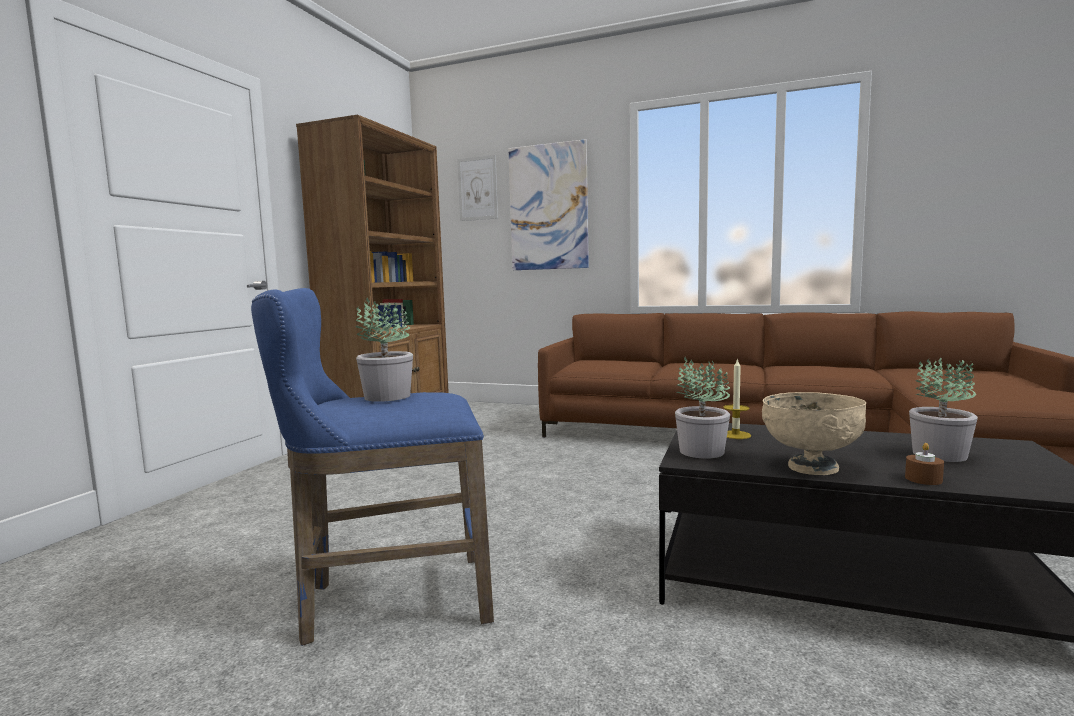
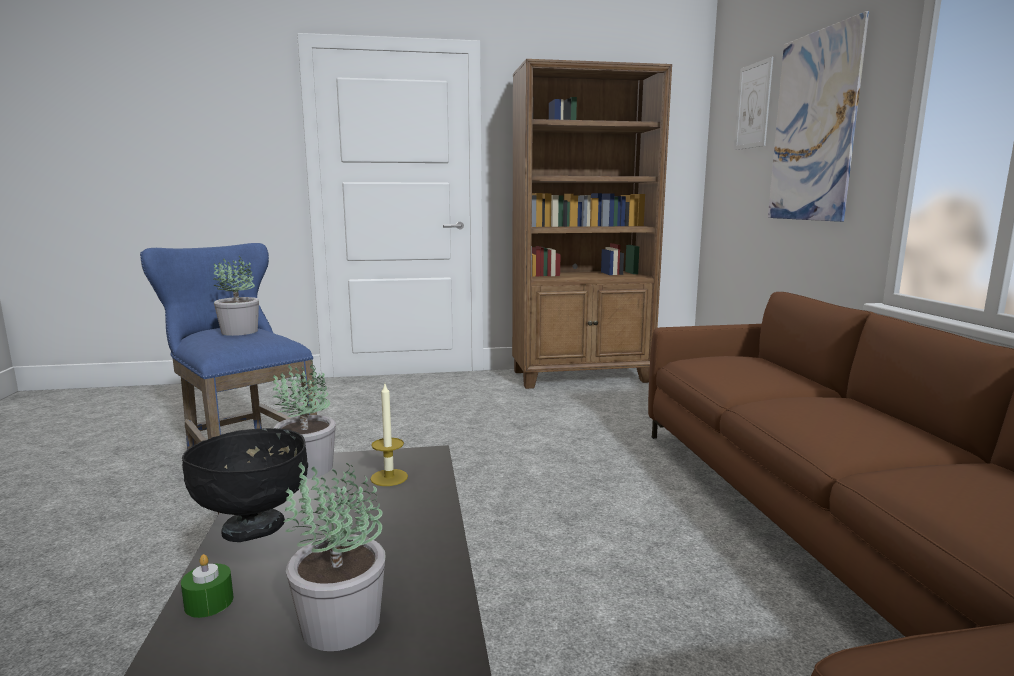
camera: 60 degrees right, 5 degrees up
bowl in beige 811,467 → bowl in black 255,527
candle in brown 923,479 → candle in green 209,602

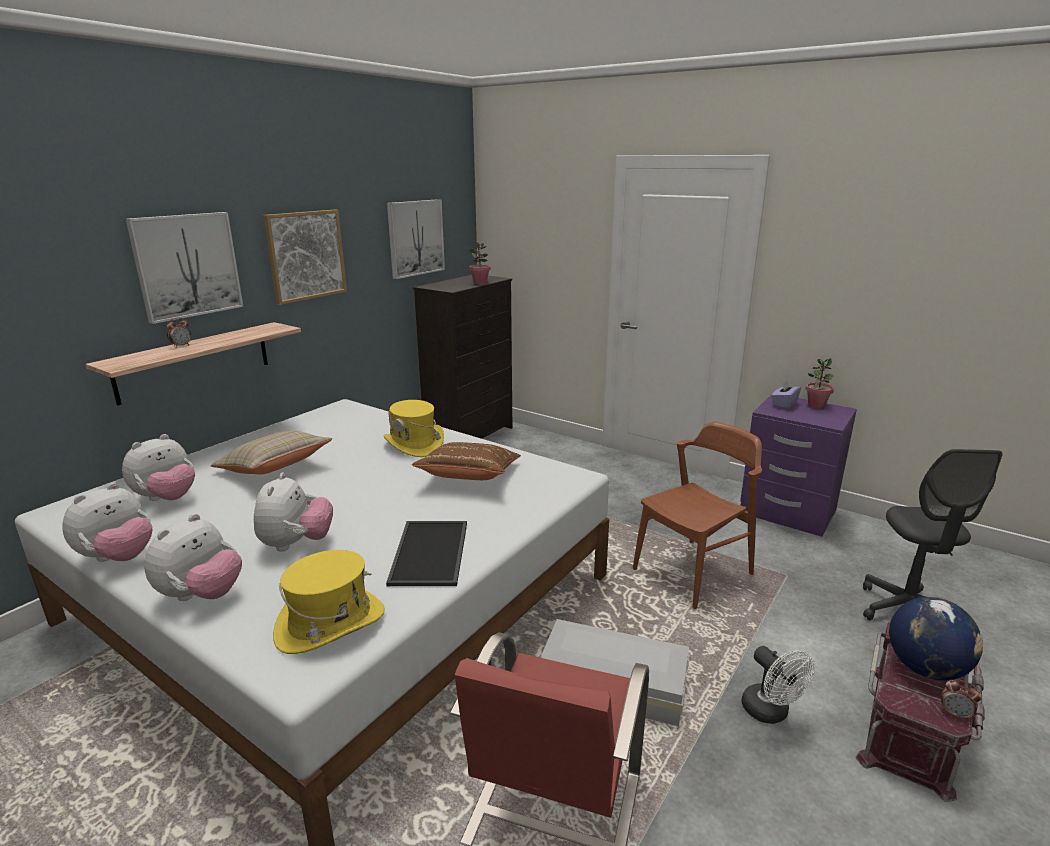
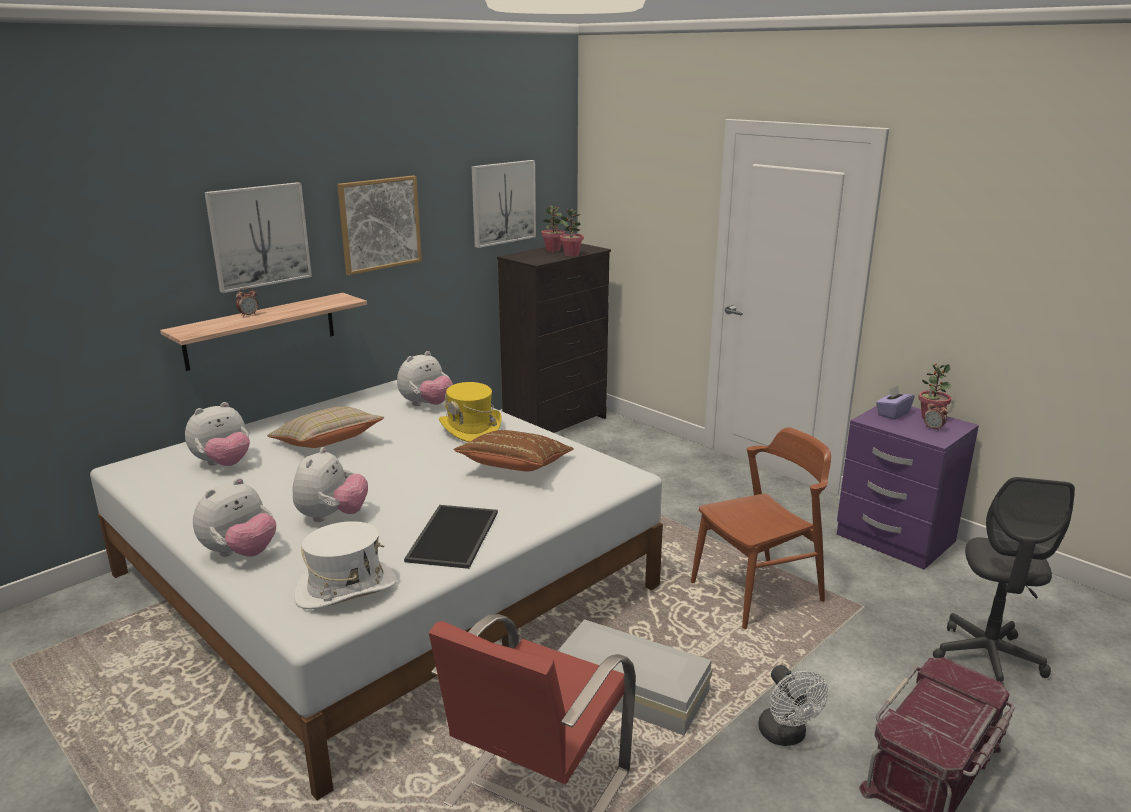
camera: 10 degrees right, 0 degrees up
plush toy 118,557 → plush toy 426,405, moved
hat in yellow 330,624 → hat in white 346,589
globe 925,668 → -
alarm clock 955,714 → alarm clock 933,428, moved
- → potted plant 553,250

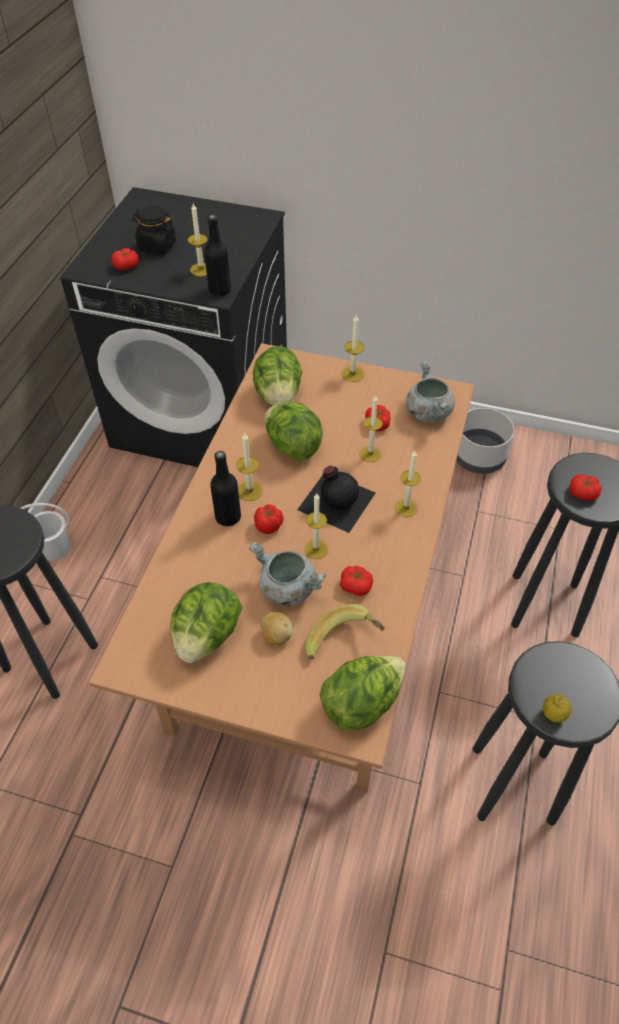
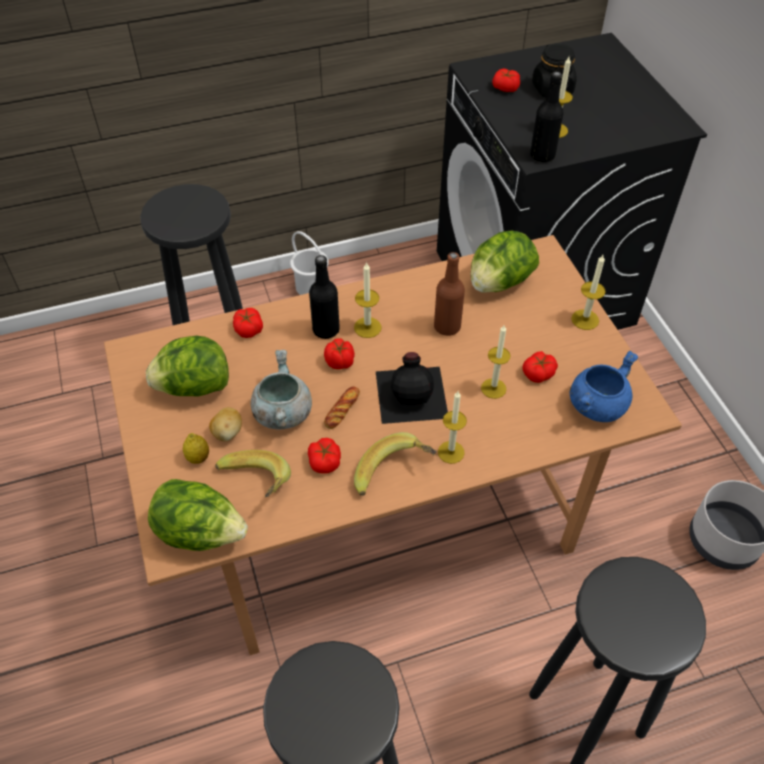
camera: 55 degrees right, 0 degrees up
lettuce 292,446 → bottle in brown 447,327
candle 316,549 → bread 342,409
cooking pot in grey 427,412 → cooking pot in blue 597,404
lemon 553,714 → lemon 198,457, moved
tomato 583,493 → tomato 248,329, moved
- → banana 394,475

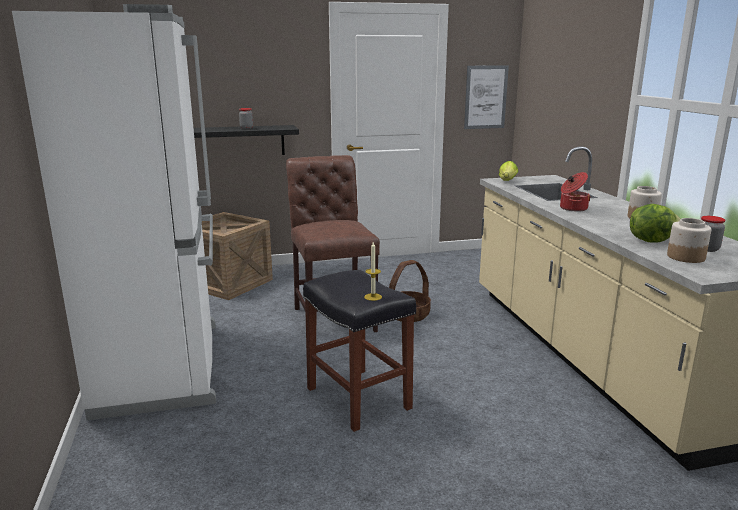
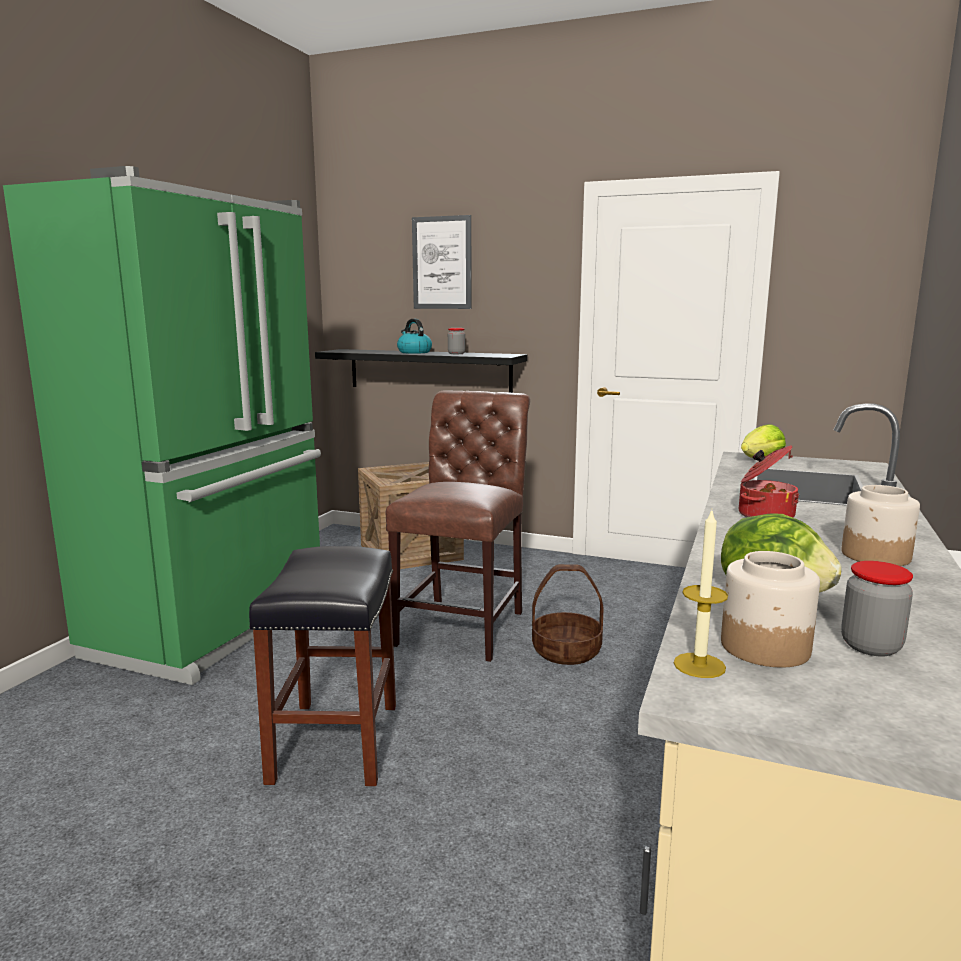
camera: 35 degrees right, 5 degrees down
fridge in white 163,366 → fridge in green 216,625
candle 373,297 → candle 699,665, moved
picture 485,97 → picture 442,263, moved
- → kettle 414,352

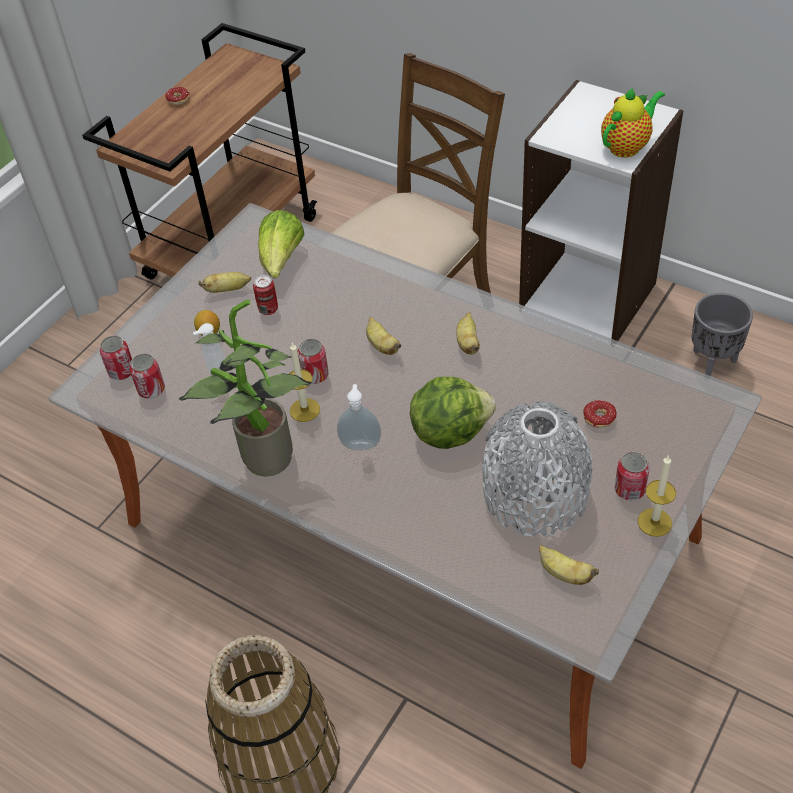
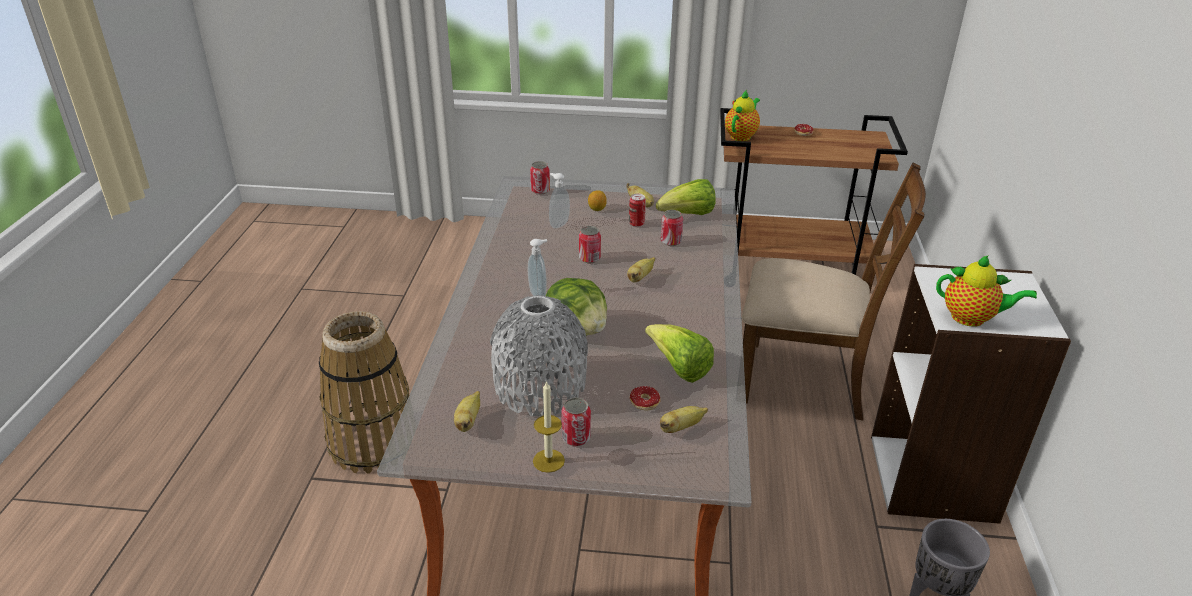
camera: 60 degrees right, 15 degrees down
can 151,390 → can 670,241, moved
potted plant 263,463 → -
candle 304,410 → -
banana 468,343 → banana 681,427, moved
- → lettuce 679,368
- → teapot 741,136

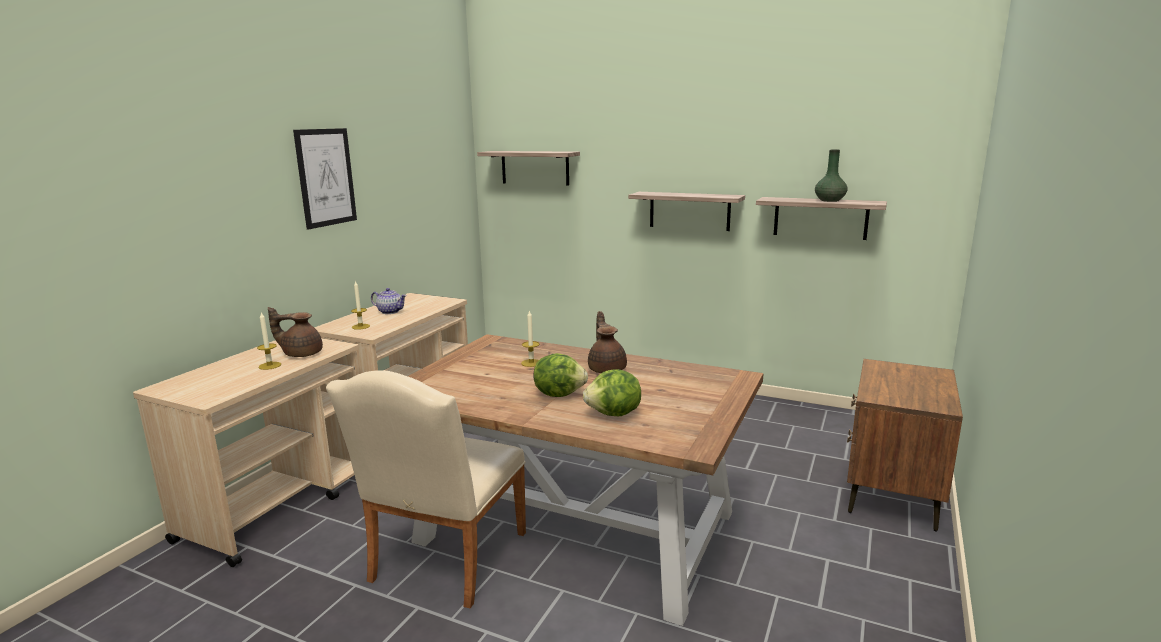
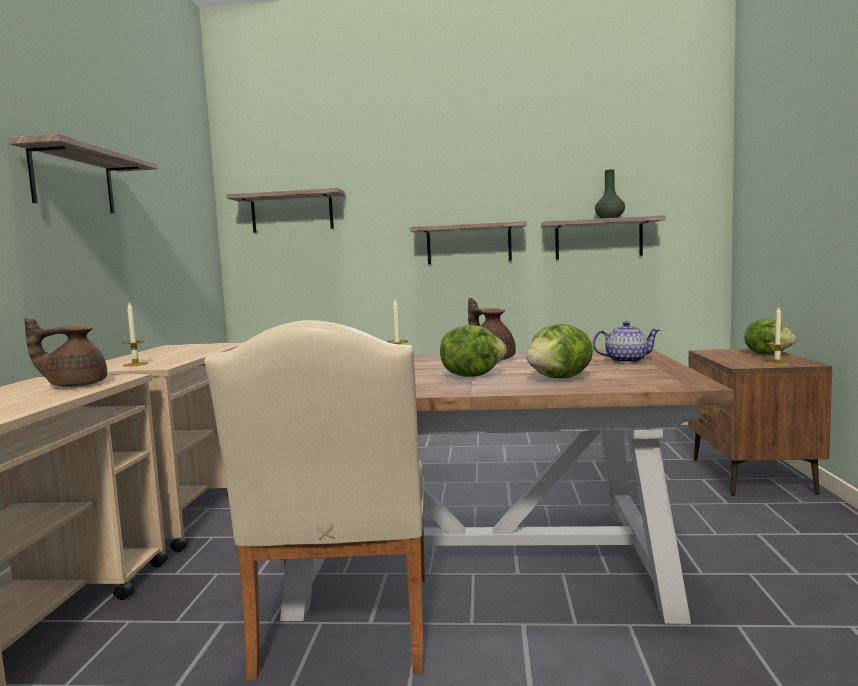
camera: 20 degrees left, 10 degrees down
candle 270,365 → candle 777,364, moved
picture 326,177 → shelf 73,181
teapot 390,311 → teapot 625,360, moved
- → lettuce 768,354

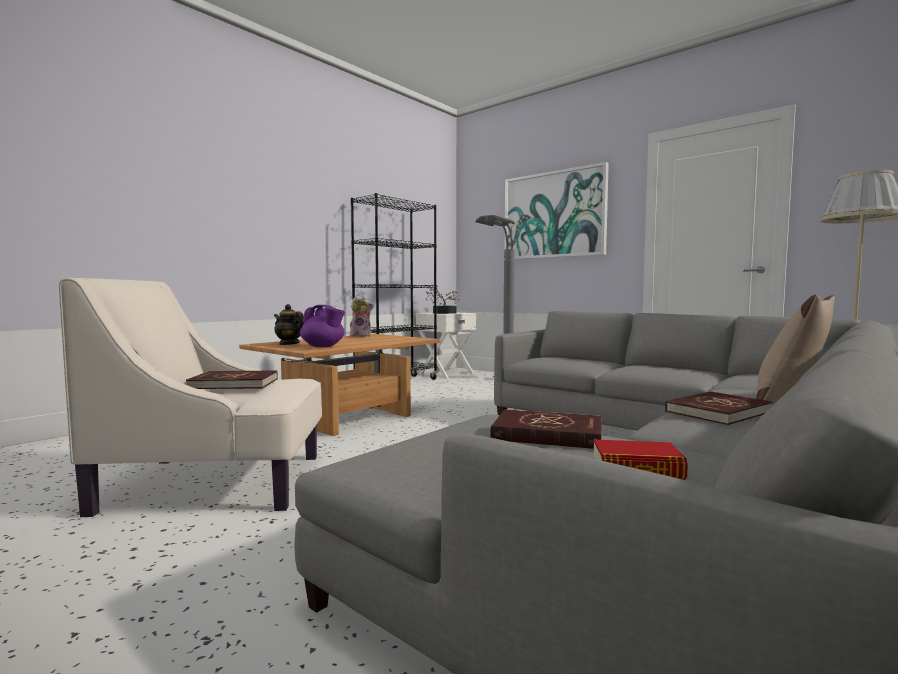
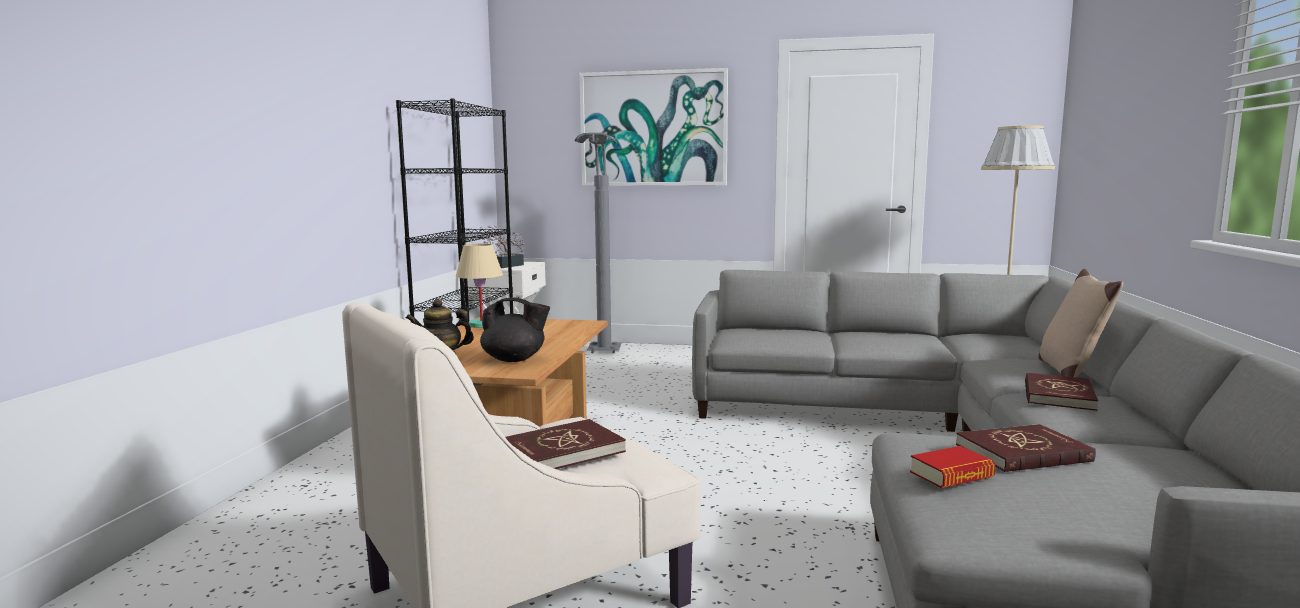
camera: 30 degrees left, 5 degrees up
teapot in purple 323,346 → teapot in black 515,359
plush toy 361,336 → table lamp in beige 481,325
book 637,469 → book 951,475, moved

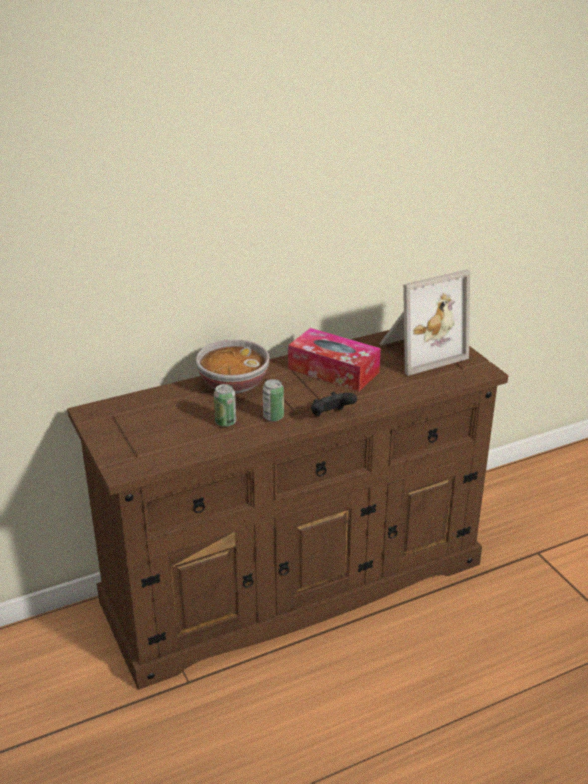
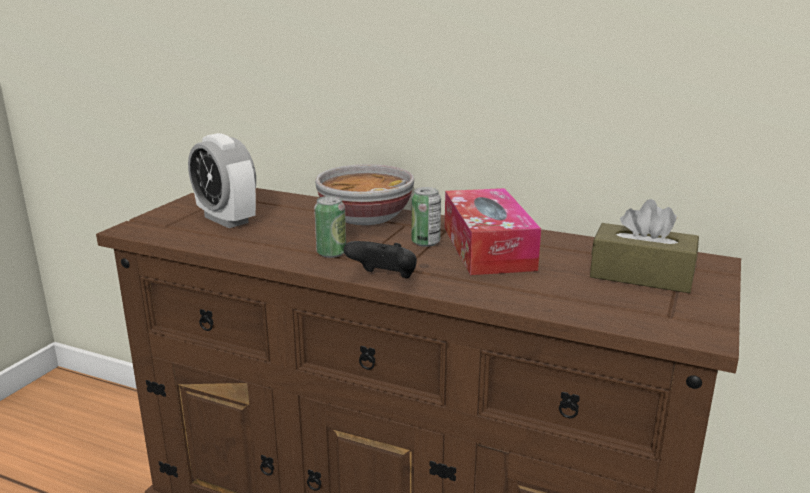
camera: 50 degrees right, 10 degrees down
can 225,422 → can 425,242, moved
picture frame 419,351 → tissue box in brown 641,275
- → alarm clock 226,219

